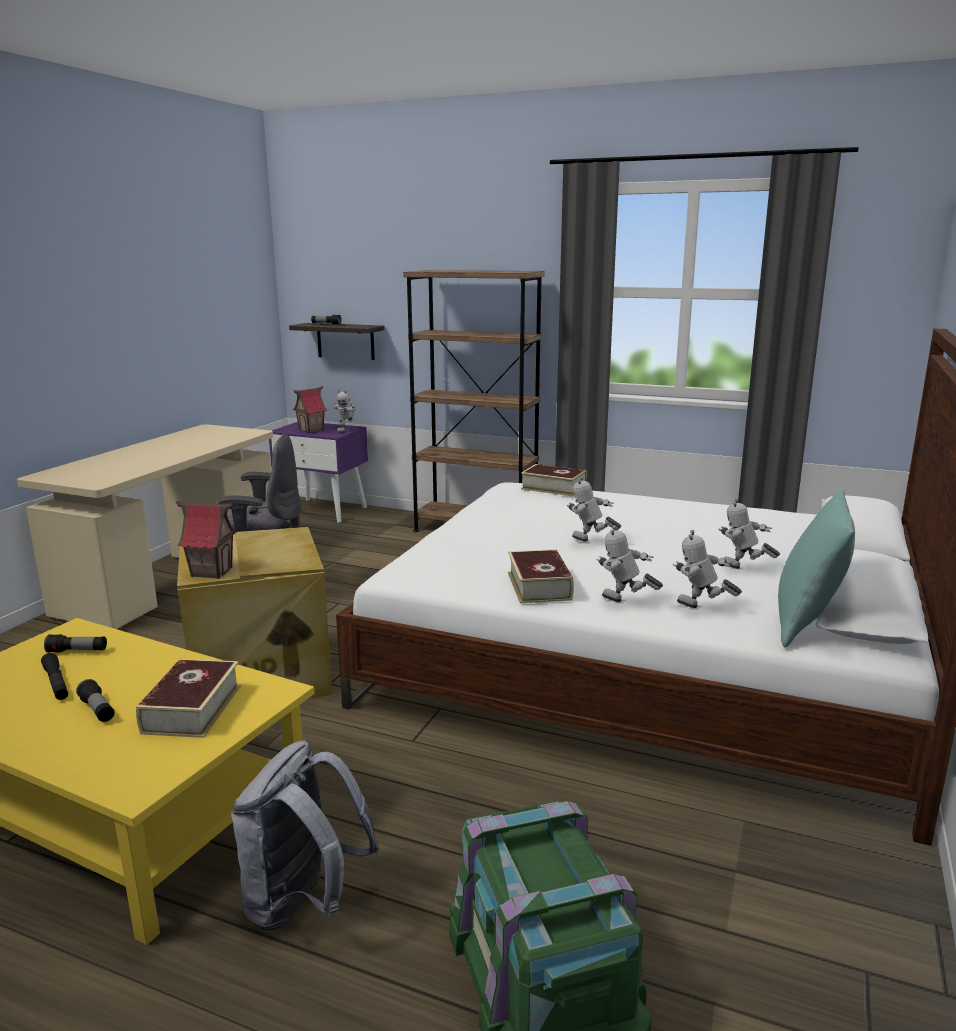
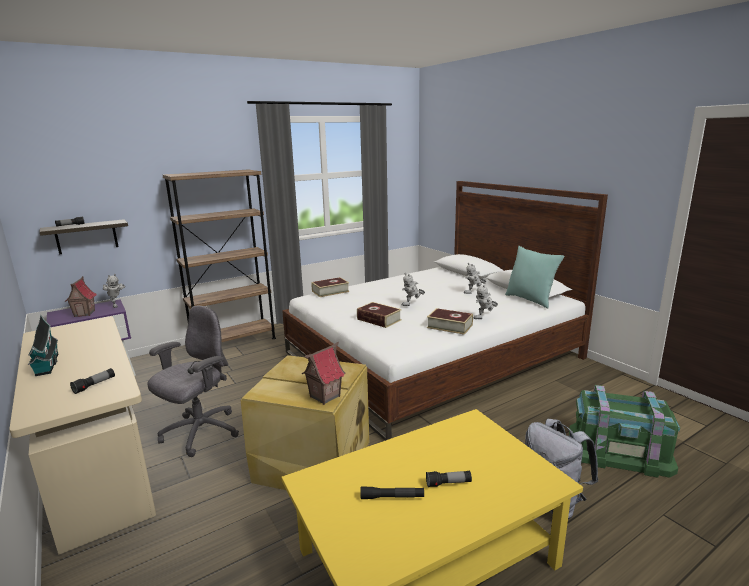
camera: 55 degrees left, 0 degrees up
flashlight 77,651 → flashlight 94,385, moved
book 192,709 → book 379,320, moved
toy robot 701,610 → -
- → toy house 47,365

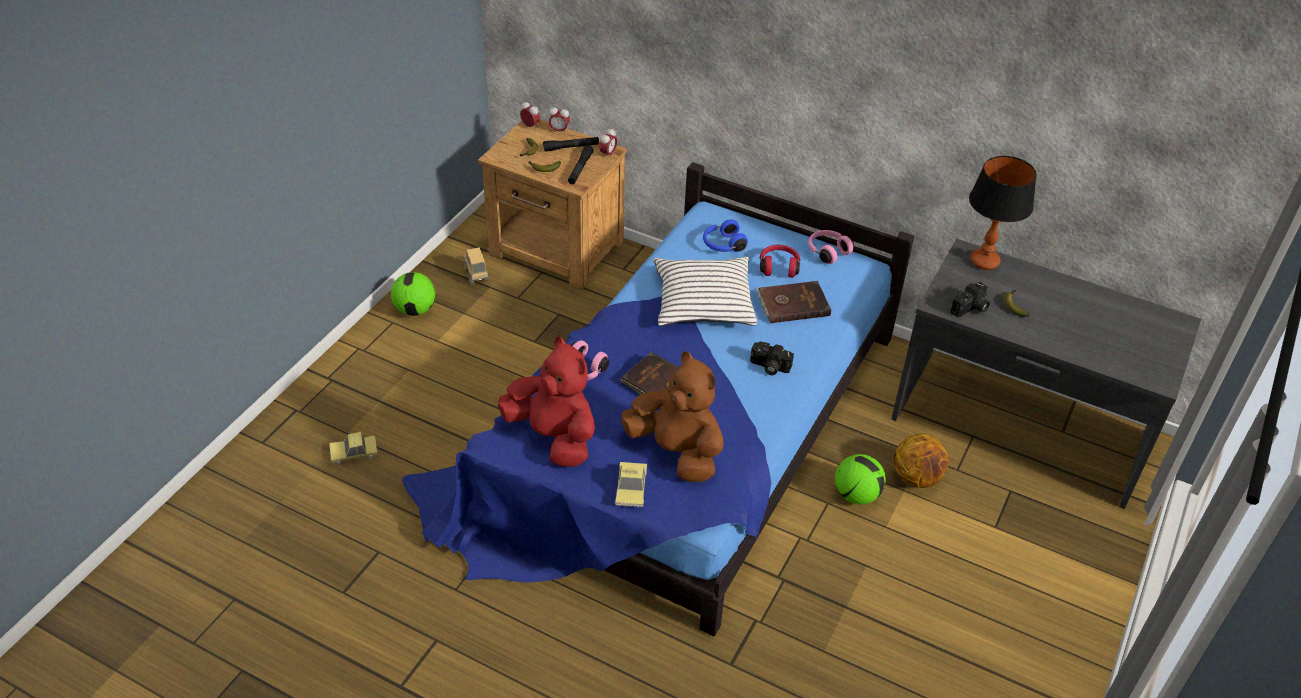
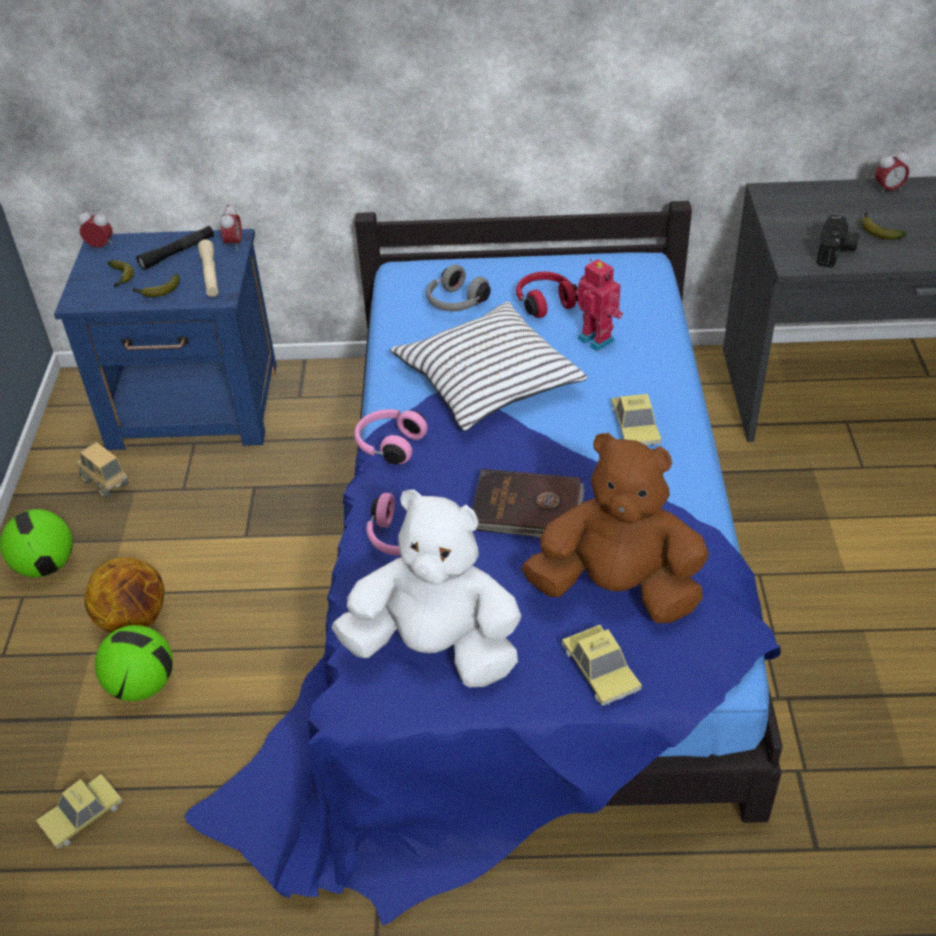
camera: 25 degrees left, 0 degrees up
nightstand in brown 557,250 → nightstand in blue 196,408
plush toy in red 553,437 → plush toy in white 436,648
alarm clock 559,130 → alarm clock 888,190, moved
flashlight in black 580,169 → flashlight in beige 210,275
headphones in blue 723,245 → headphones in grey 455,303
photo camera 769,367 → toy car 635,426
book in brown 792,304 → toy robot 597,338
headphones in pink 827,252 → headphones in pink 389,445, moved
football 856,495 → football 143,685, moved
basketball 917,478 → basketball 135,619, moved
table lamp 984,261 → -

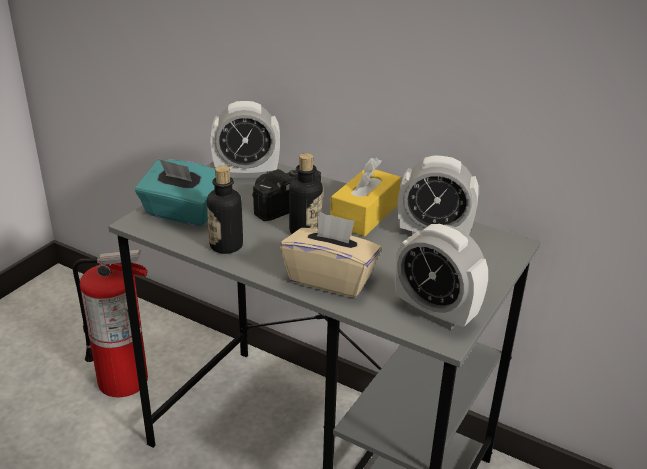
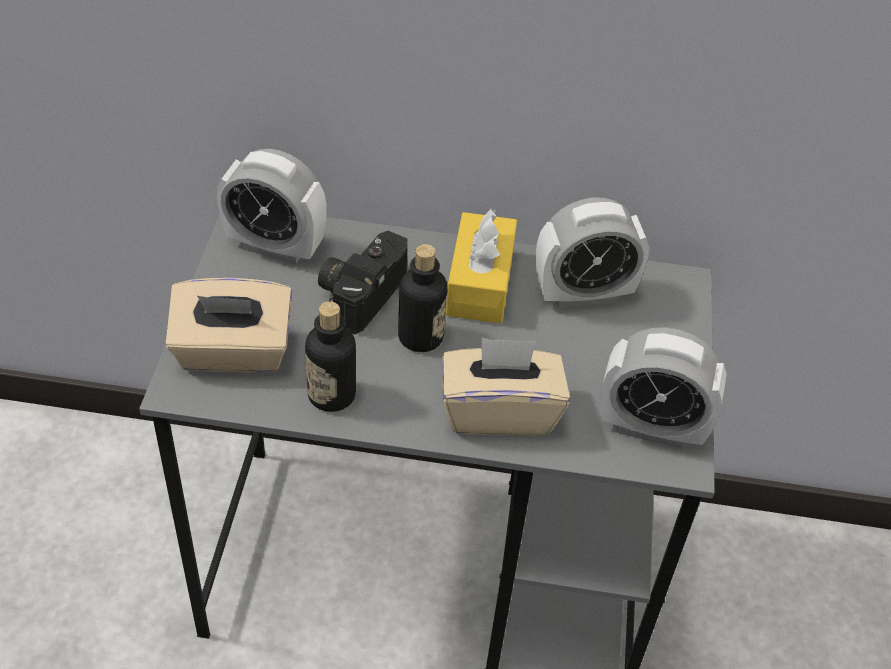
camera: 25 degrees left, 15 degrees up
fire extinguisher 124,380 → -
tissue box in turquoise 182,213 → tissue box in beige 233,353
alarm clock 246,173 → alarm clock 275,246, 45 degrees clockwise

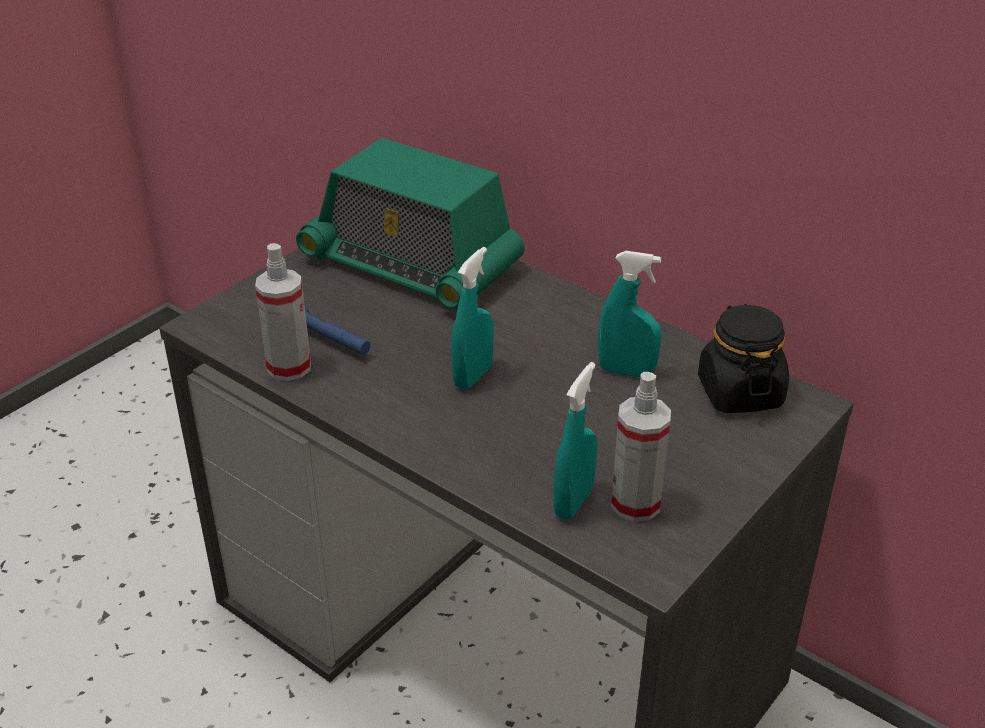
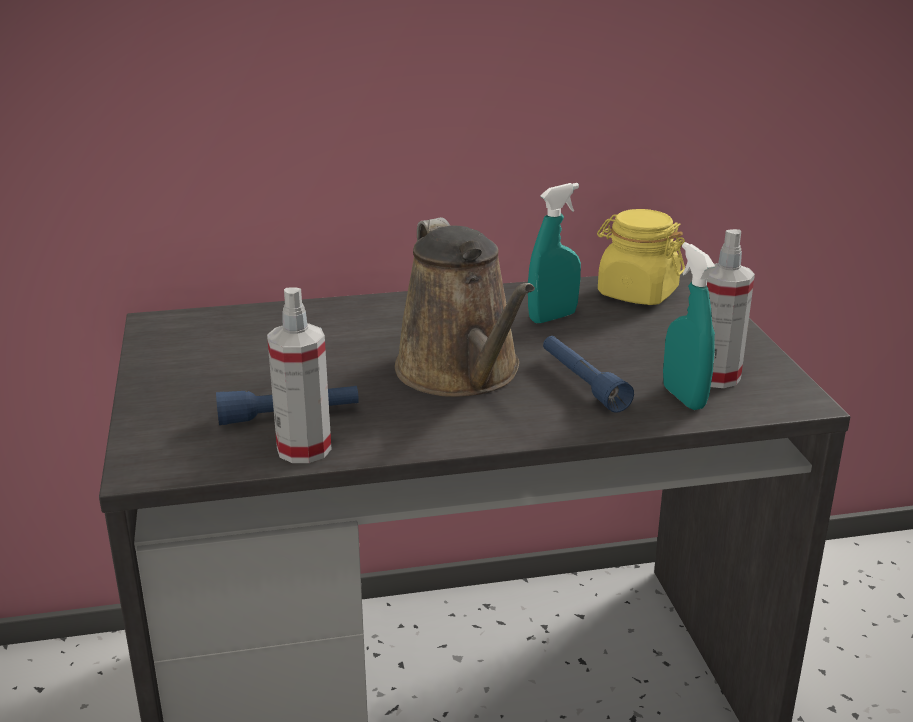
camera: 50 degrees left, 10 degrees down
radio 411,264 → -
spray bottle in turquoise 473,376 → watering can in brown 462,373
jar in black 739,392 → jar in yellow 637,293
- → flashlight in blue 582,383

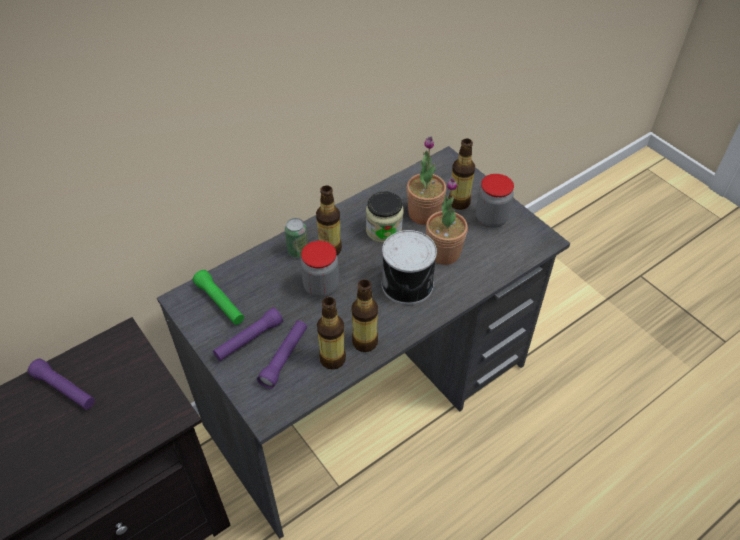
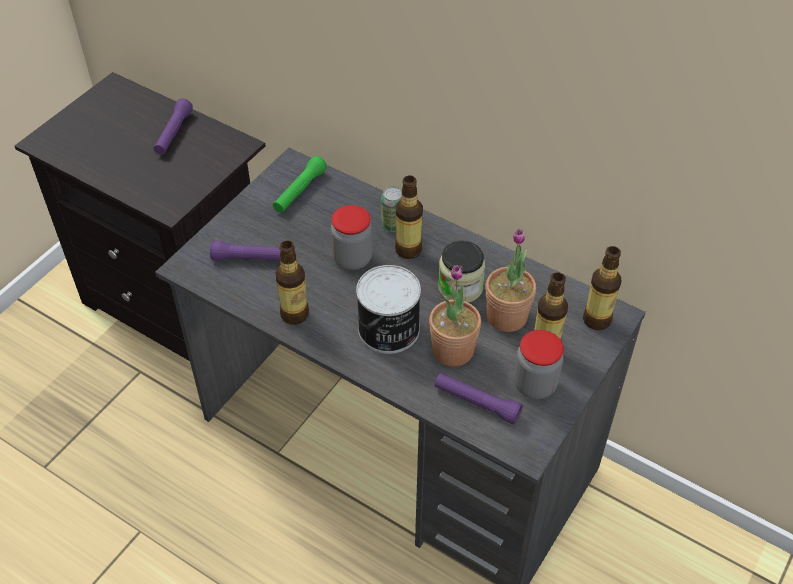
camera: 70 degrees right, 0 degrees up
flashlight in purple 249,340 → flashlight in purple 476,403, moved
bottle 332,359 → bottle 597,320, moved

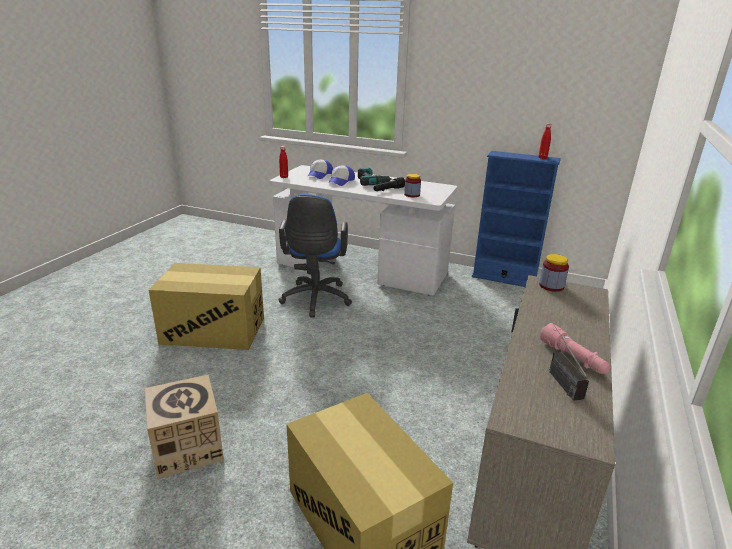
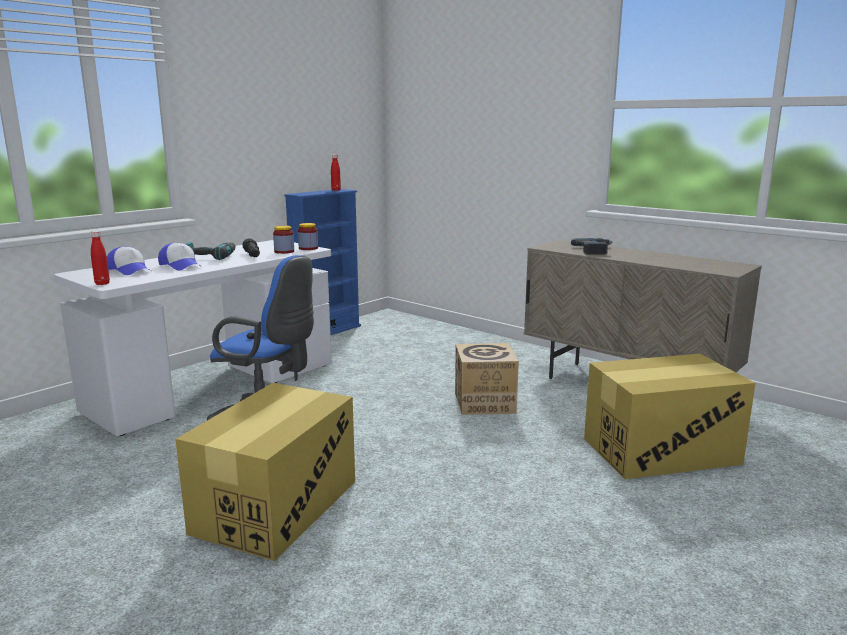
camera: 70 degrees left, 10 degrees down
cardboard box 188,447 → cardboard box 484,403, moved
jar 551,286 → jar 308,248, moved
flashlight in pink 573,358 → -
radio 558,377 → -
- → power drill 595,250

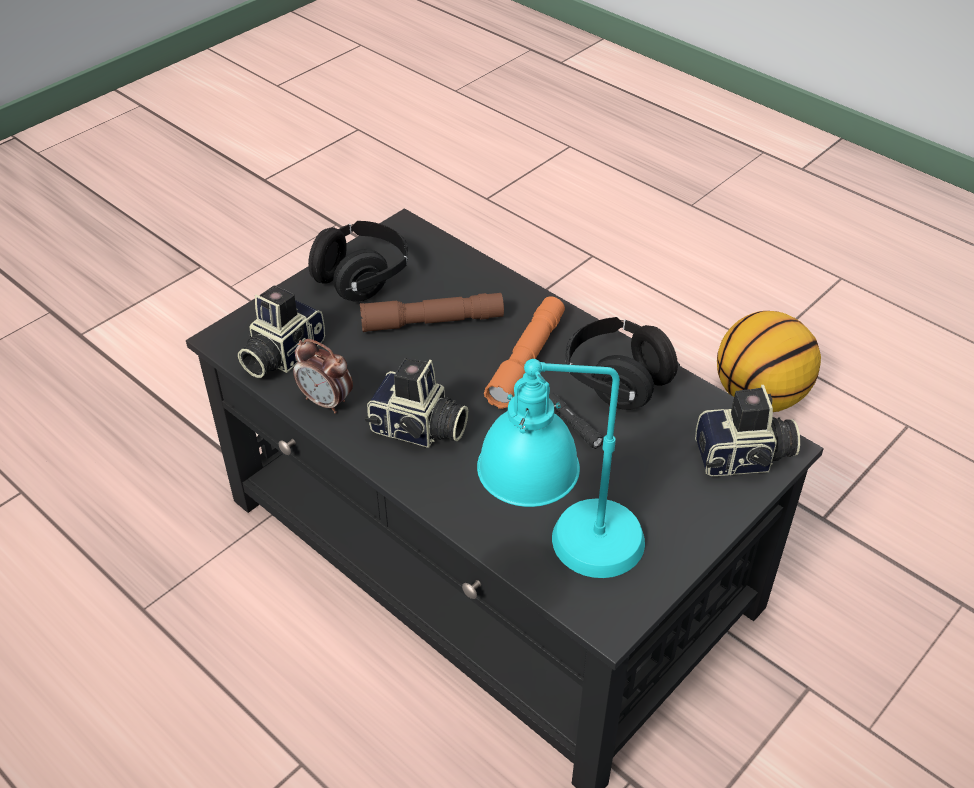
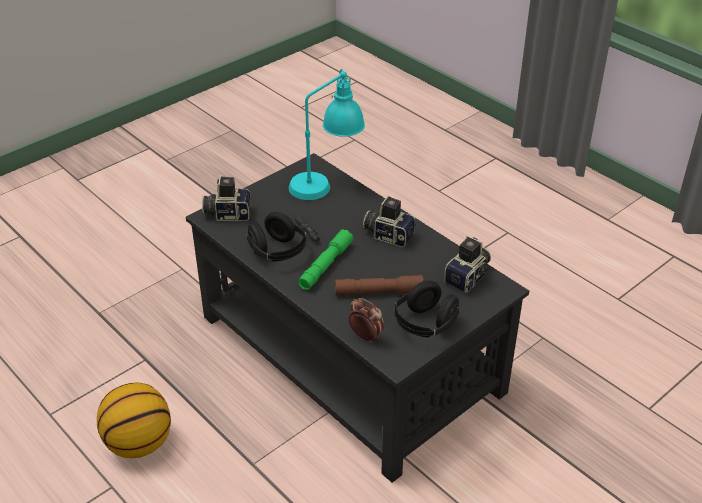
camera: 175 degrees left, 5 degrees down
alarm clock 326,402 → alarm clock 365,336, moved
flashlight in orange 526,360 → flashlight in green 325,266

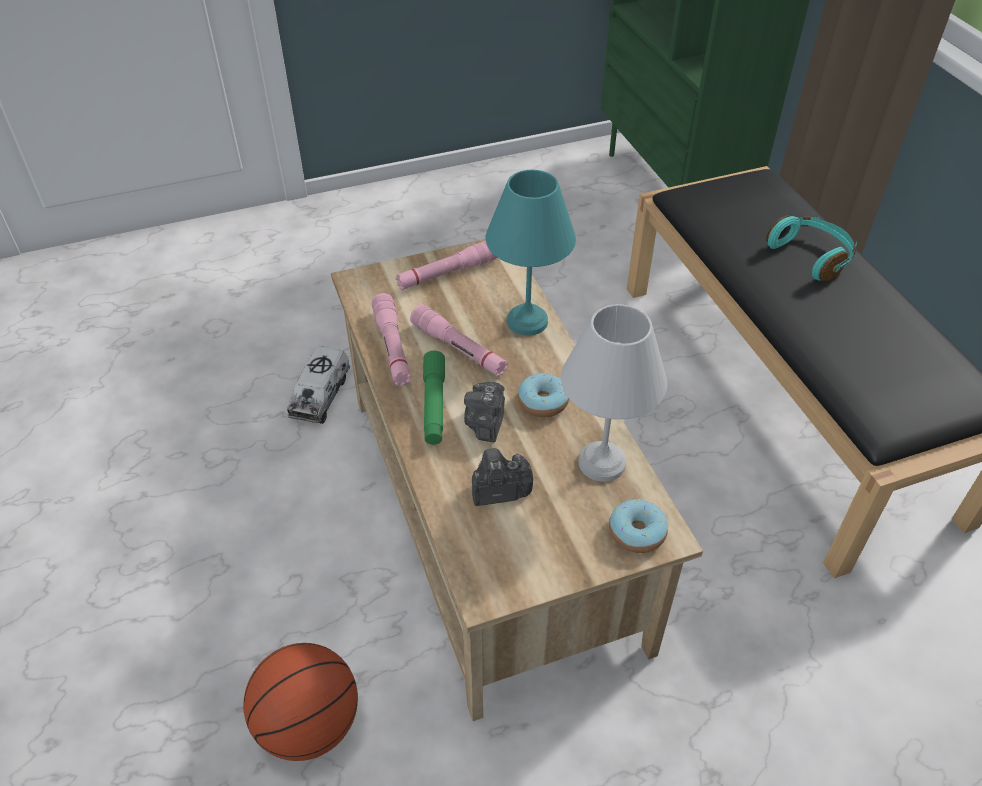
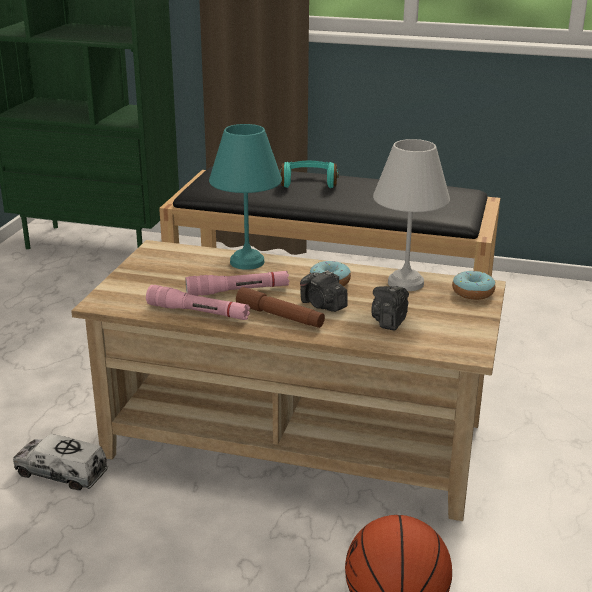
camera: 55 degrees left, 20 degrees down
toy truck 320,395 → toy truck 61,473, 150 degrees clockwise
flashlight in pink 447,273 → -
flashlight in green 434,404 → flashlight in brown 280,316

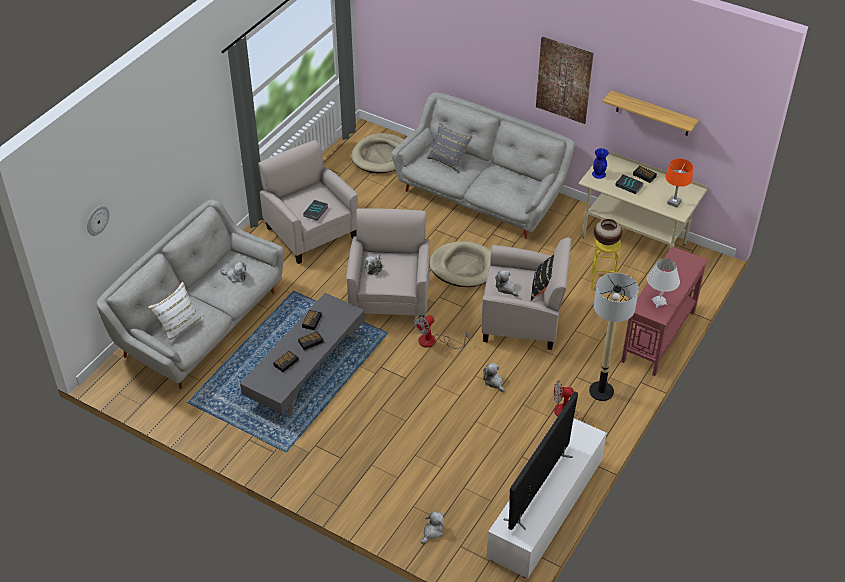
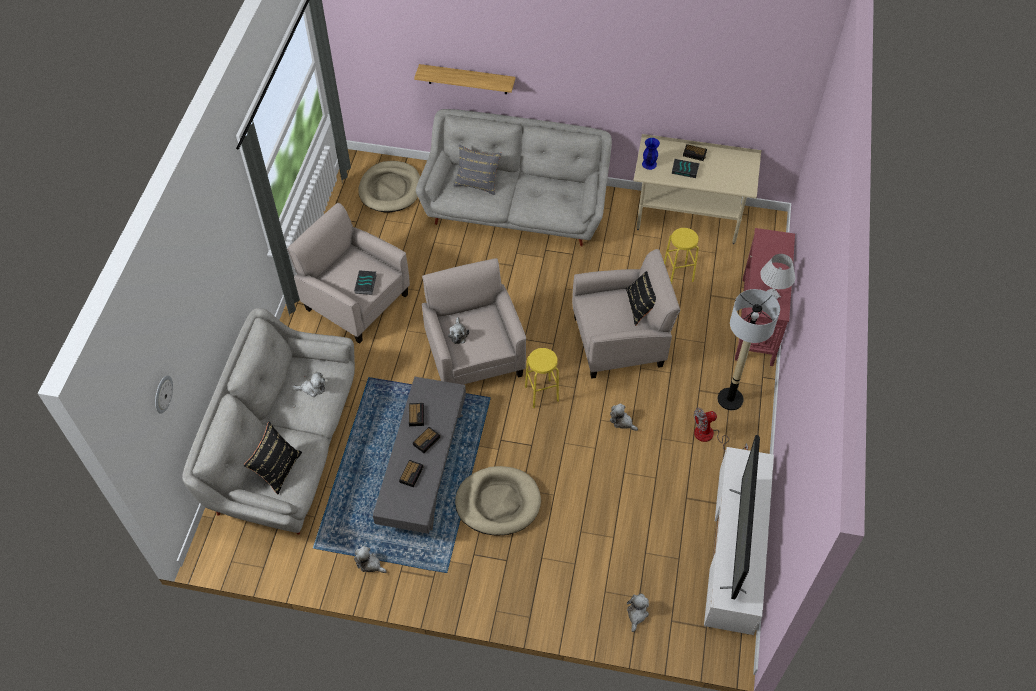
camera: 20 degrees left, 10 degrees up
pillow in white 179,326 → pillow in black 277,469
fan 433,342 → stool in yellow 541,393
dog bed in beige 464,267 → dog bed in beige 498,502, moved
plush toy 506,288 → plush toy 369,564, moved
picture 564,80 → -
vase 606,241 → -
shelf 653,114 → shelf 467,79, moved
table lamp in orange 674,202 → -

